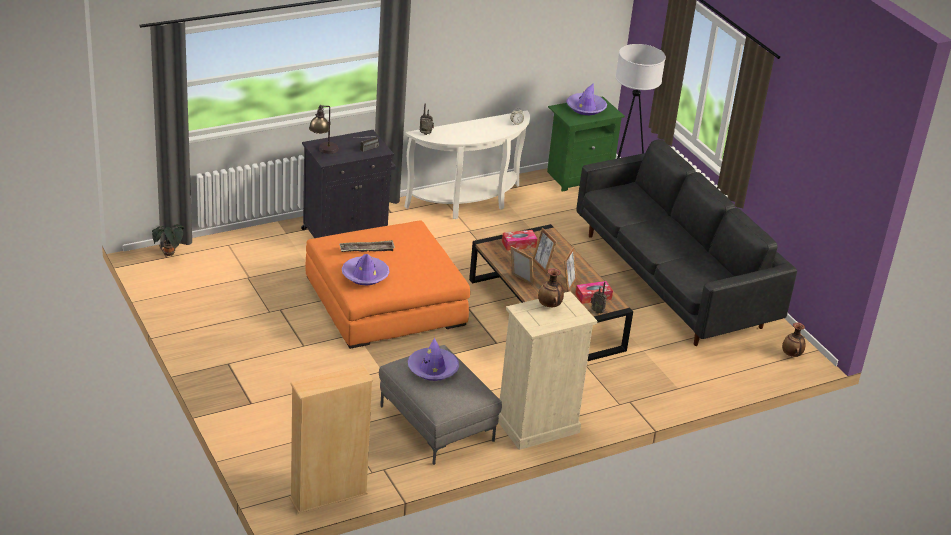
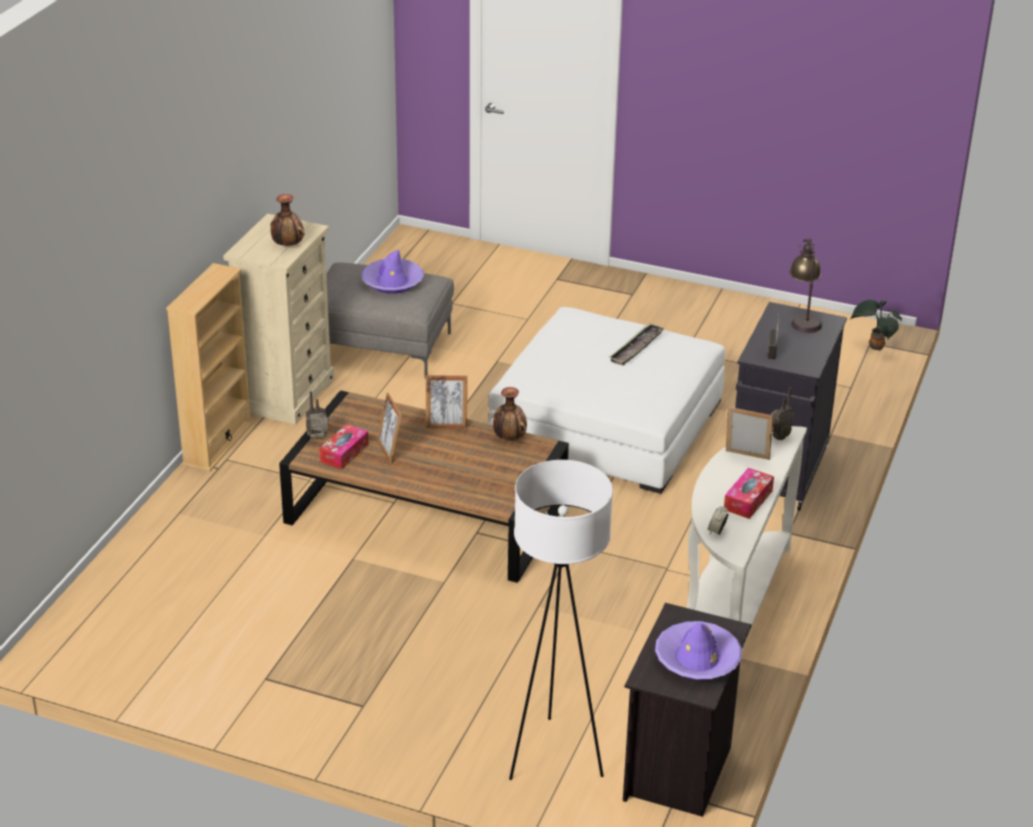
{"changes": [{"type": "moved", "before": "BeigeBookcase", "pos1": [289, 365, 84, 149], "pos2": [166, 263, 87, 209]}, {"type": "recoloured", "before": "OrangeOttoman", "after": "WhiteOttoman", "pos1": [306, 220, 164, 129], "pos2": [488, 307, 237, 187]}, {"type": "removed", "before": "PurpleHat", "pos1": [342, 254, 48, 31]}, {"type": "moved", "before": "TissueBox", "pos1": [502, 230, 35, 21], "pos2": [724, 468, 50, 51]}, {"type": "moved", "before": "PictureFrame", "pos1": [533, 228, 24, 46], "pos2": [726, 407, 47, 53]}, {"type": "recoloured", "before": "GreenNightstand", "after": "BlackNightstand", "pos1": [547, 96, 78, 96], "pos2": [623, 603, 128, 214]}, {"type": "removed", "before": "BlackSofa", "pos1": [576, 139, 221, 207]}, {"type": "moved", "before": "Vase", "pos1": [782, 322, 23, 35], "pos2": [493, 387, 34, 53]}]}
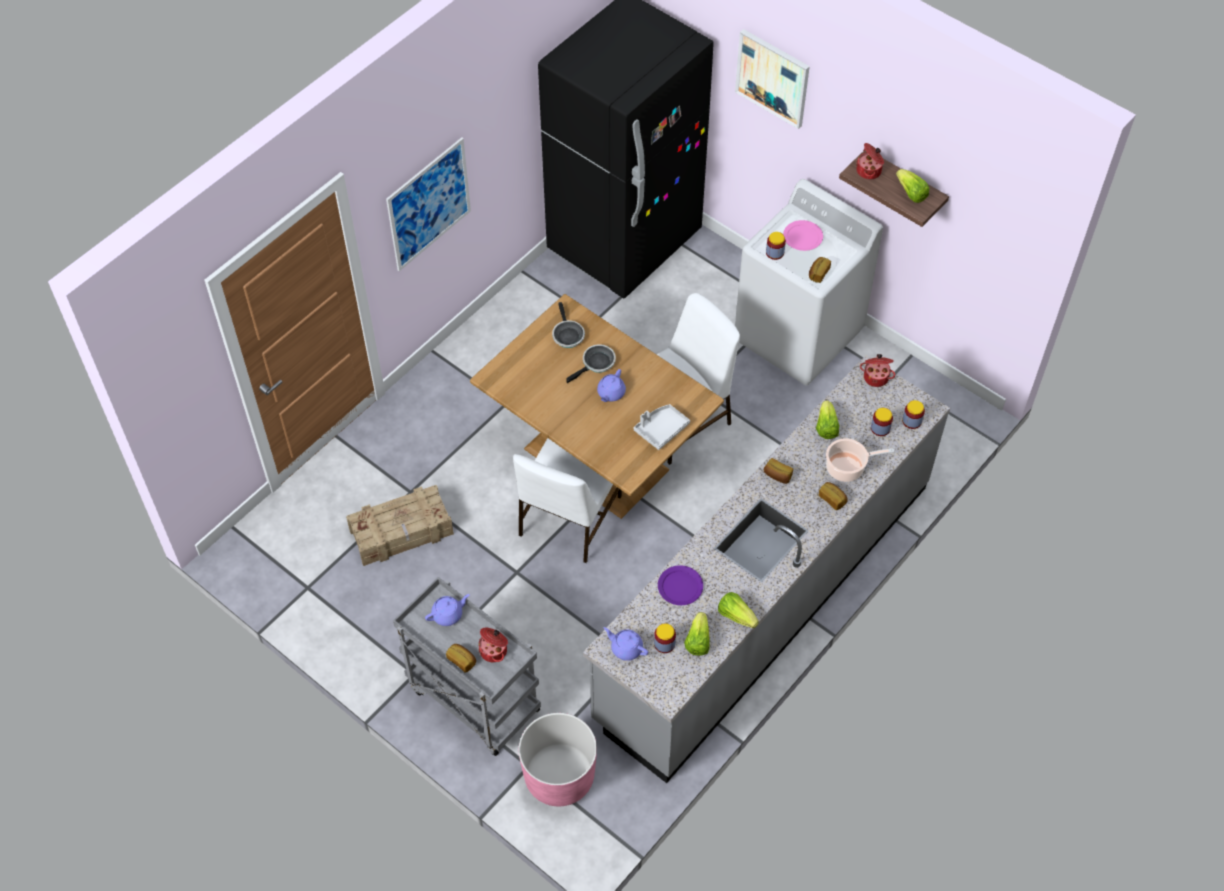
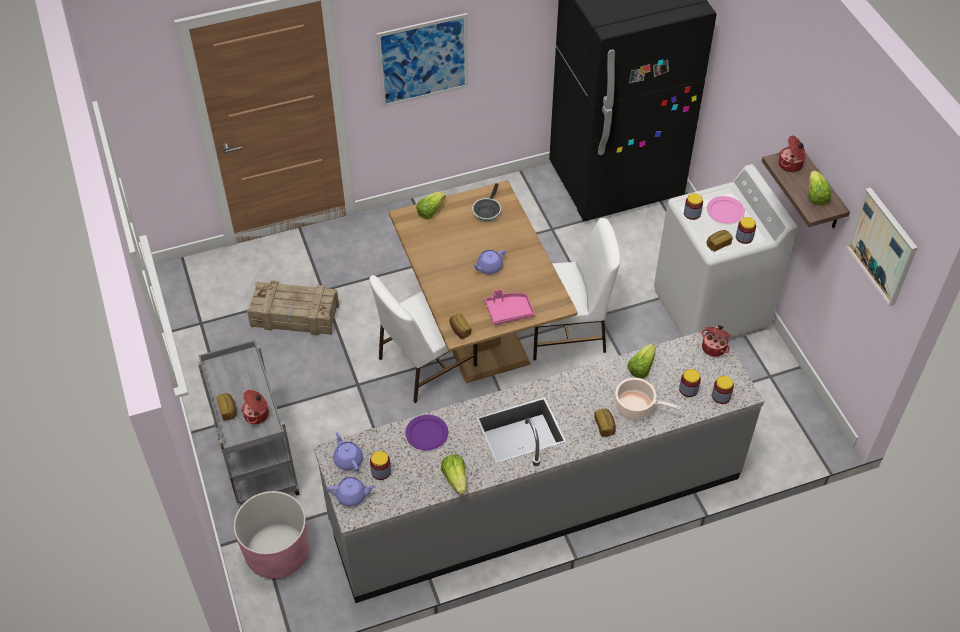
{"changes": [{"type": "moved", "before": "PurpleTeapot", "pos1": [425, 594, 45, 32], "pos2": [327, 477, 49, 29]}, {"type": "removed", "before": "FryingPan", "pos1": [566, 344, 50, 39]}, {"type": "recoloured", "before": "GreyTray", "after": "PinkTray", "pos1": [634, 404, 56, 46], "pos2": [485, 289, 50, 36]}, {"type": "moved", "before": "Lettuce", "pos1": [684, 612, 26, 44], "pos2": [416, 191, 30, 28]}, {"type": "moved", "before": "Picture", "pos1": [735, 29, 75, 100], "pos2": [846, 187, 72, 119]}, {"type": "moved", "before": "Bread", "pos1": [764, 458, 29, 26], "pos2": [449, 313, 23, 26]}, {"type": "added", "after": "Jar", "pos2": [736, 217, 20, 27]}]}
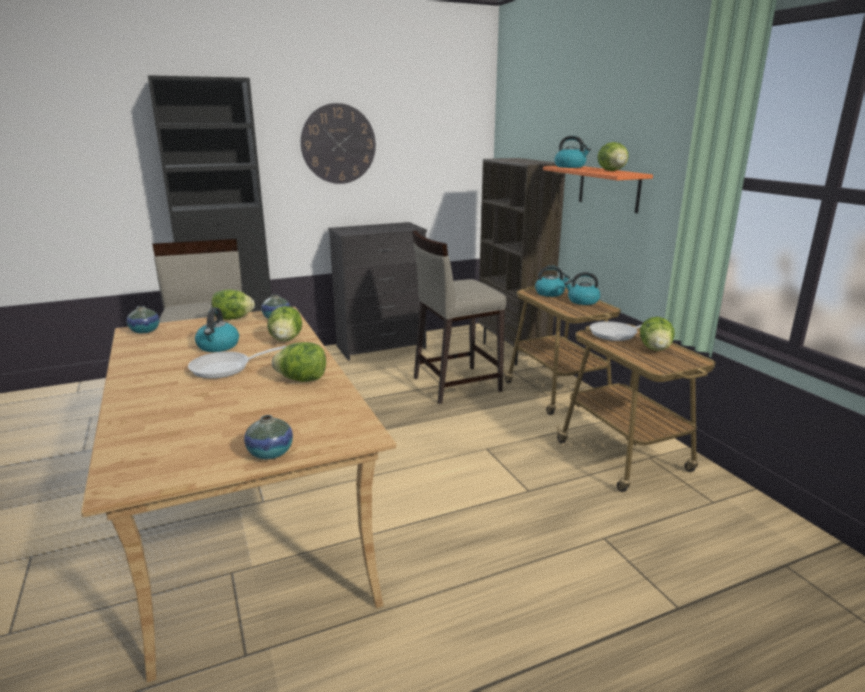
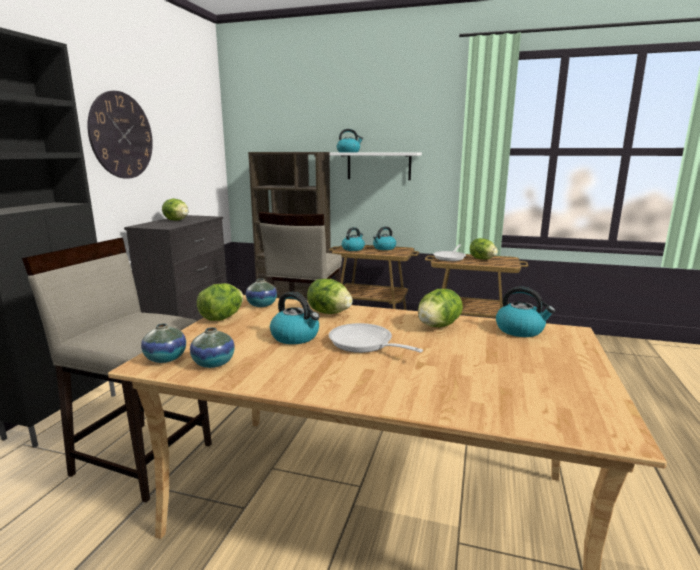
{"changes": [{"type": "turned", "before": "FryingPan", "pos1": [188, 346, 98, 33], "pos2": [329, 323, 94, 30], "turn": 120}, {"type": "moved", "before": "Vase", "pos1": [244, 415, 49, 44], "pos2": [190, 327, 45, 41]}, {"type": "recoloured", "before": "OrangeShelf", "after": "WhiteShelf", "pos1": [543, 166, 110, 47], "pos2": [330, 153, 92, 27]}, {"type": "moved", "before": "Lettuce", "pos1": [598, 142, 30, 29], "pos2": [162, 199, 27, 22]}, {"type": "added", "after": "Kettle", "pos2": [496, 287, 59, 50]}]}
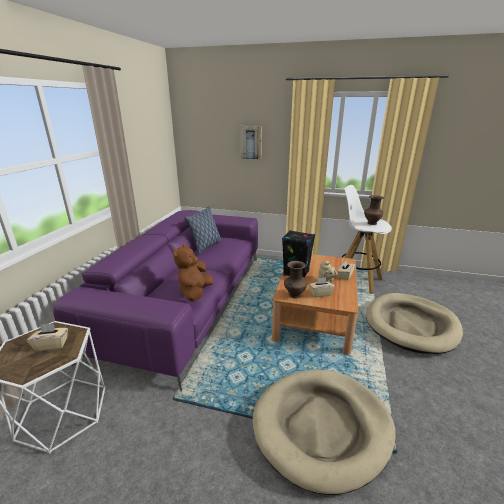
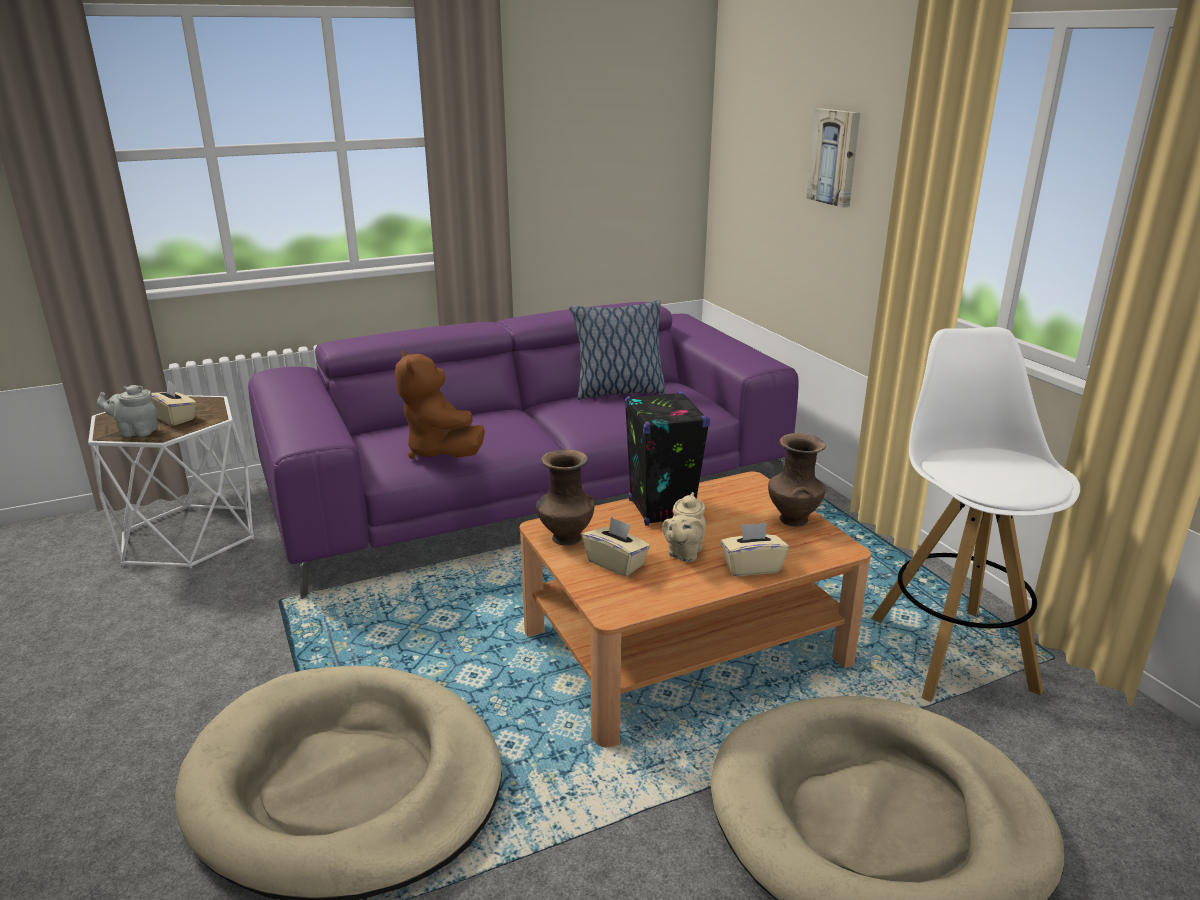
{"changes": [{"type": "turned", "before": "BrownPlushToy", "pos1": [174, 244, 39, 58], "pos2": [395, 350, 90, 109], "turn": -90}, {"type": "moved", "before": "BrownVase", "pos1": [364, 195, 20, 30], "pos2": [768, 433, 58, 94]}, {"type": "added", "after": "GreyTeapot", "pos2": [97, 385, 61, 52]}]}
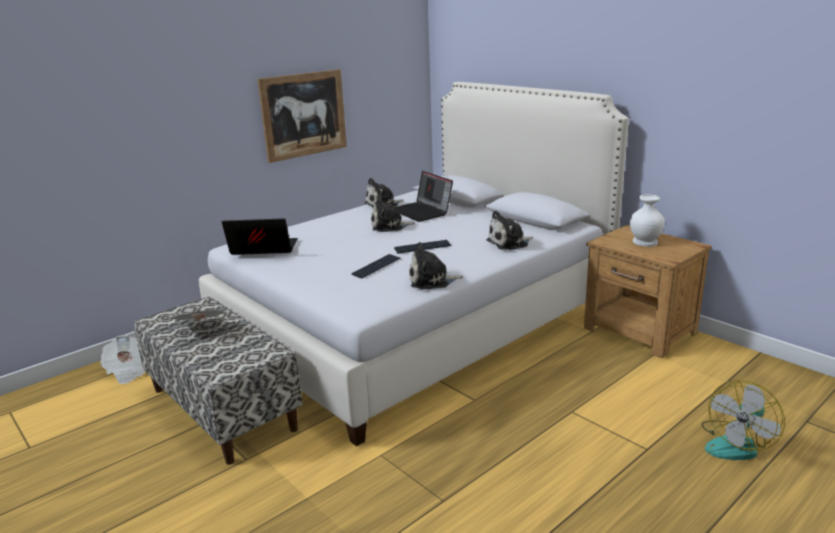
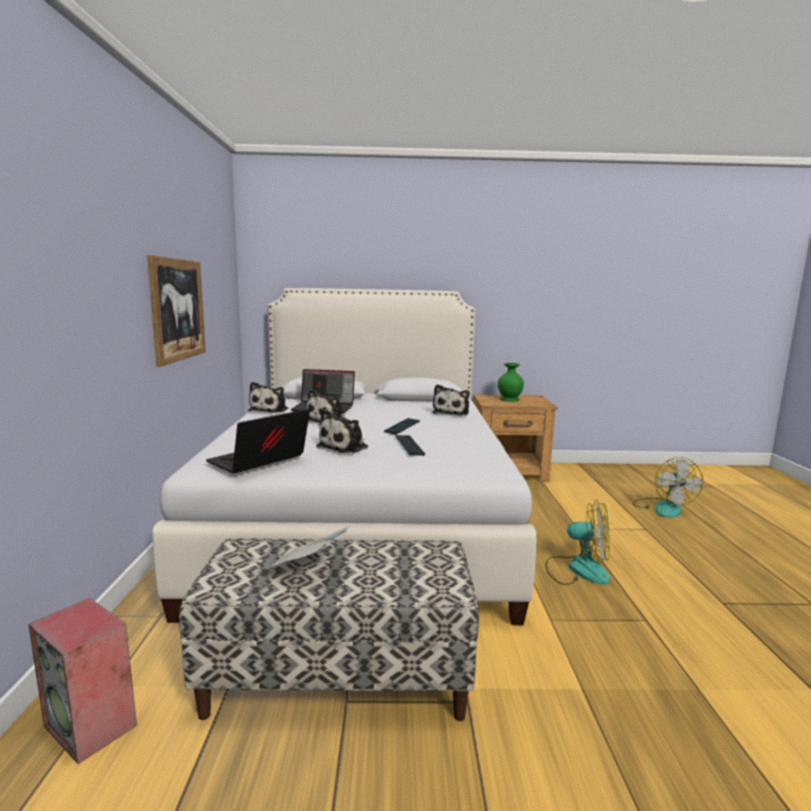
{"changes": [{"type": "replaced", "before": "Newspaper", "after": "Speaker", "pos1": [100, 335, 45, 49], "pos2": [28, 598, 109, 166]}, {"type": "moved", "before": "PlushToy", "pos1": [409, 242, 54, 48], "pos2": [316, 410, 52, 43]}, {"type": "recoloured", "before": "WhiteVase", "after": "GreenVase", "pos1": [630, 194, 35, 53], "pos2": [498, 363, 26, 39]}, {"type": "added", "after": "Fan", "pos2": [545, 500, 65, 85]}]}
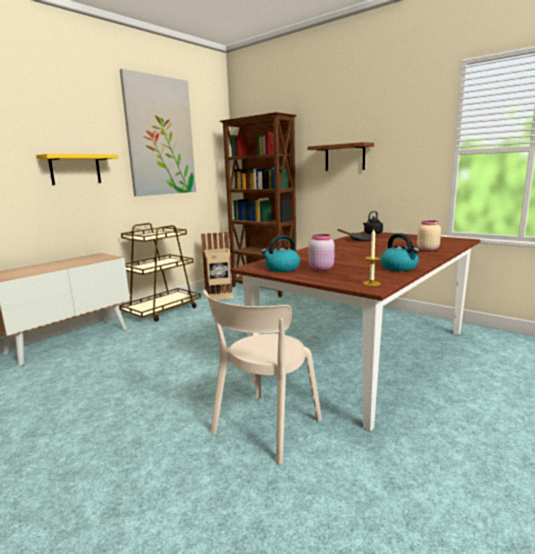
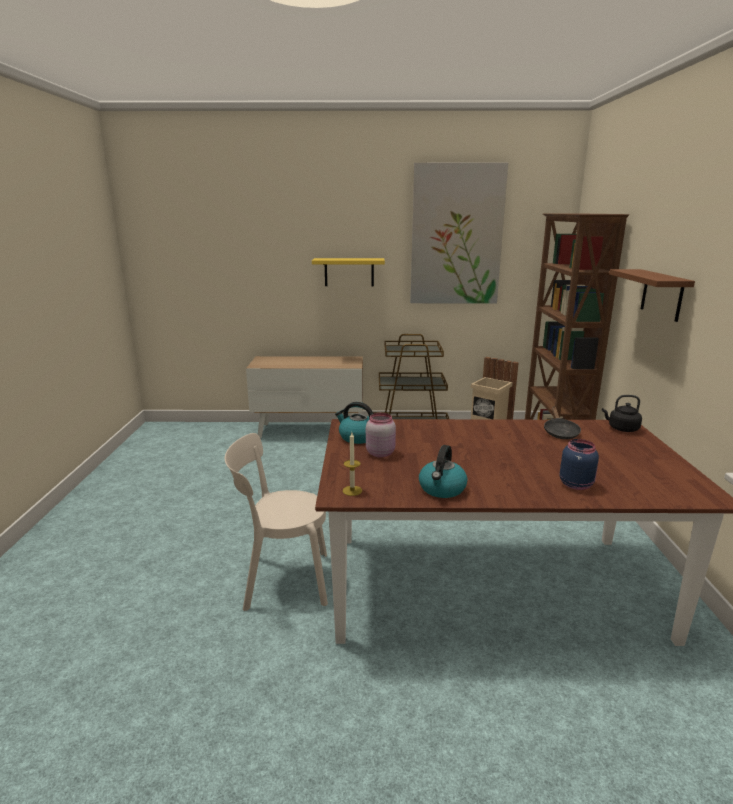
{"changes": [{"type": "recoloured", "before": "BeigeJar", "after": "BlueJar", "pos1": [417, 220, 24, 31], "pos2": [560, 439, 39, 51]}]}
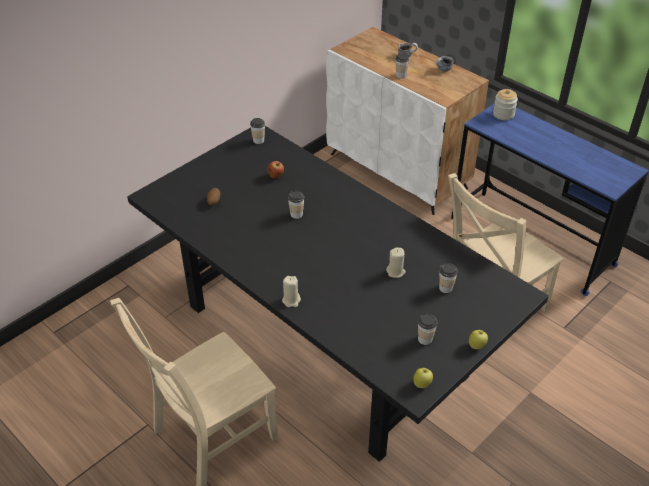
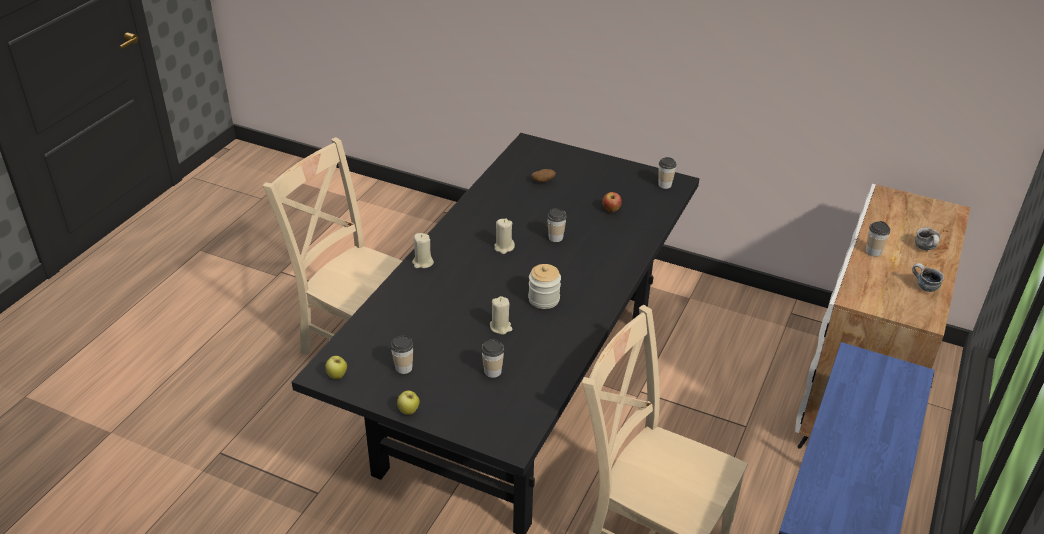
{"changes": [{"type": "moved", "before": "Jar", "pos1": [493, 89, 25, 31], "pos2": [528, 264, 33, 45]}, {"type": "added", "after": "BeigeCandle", "pos2": [495, 218, 20, 36]}]}
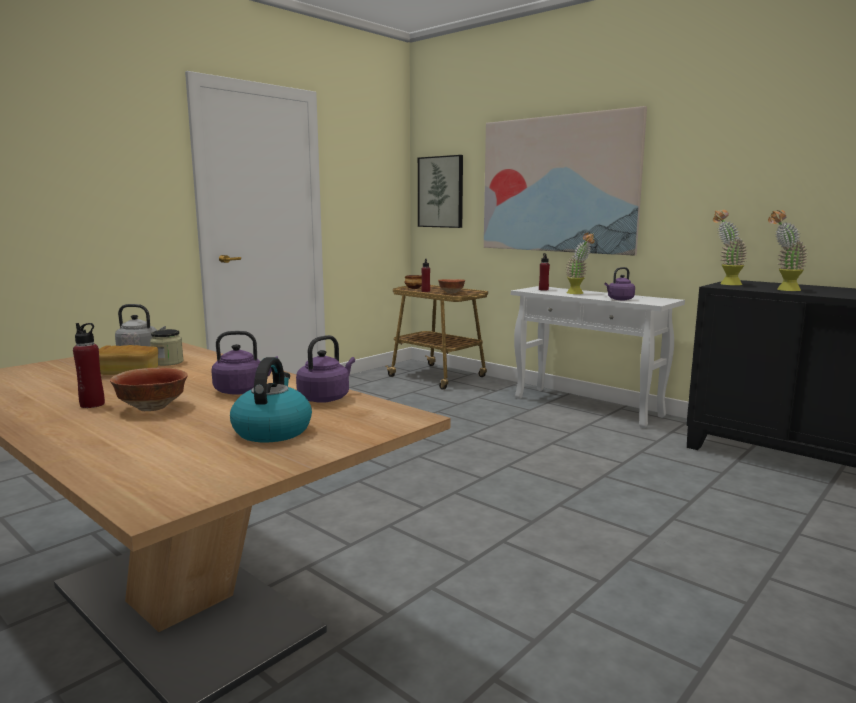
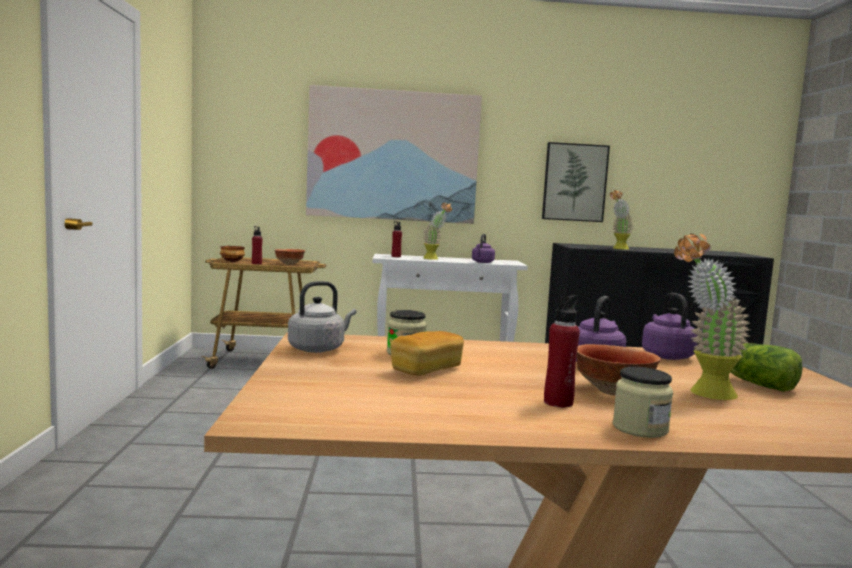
{"changes": [{"type": "replaced", "before": "Kettle", "after": "Lettuce", "pos1": [230, 357, 82, 86], "pos2": [731, 343, 72, 49]}, {"type": "moved", "before": "Picture", "pos1": [418, 155, 45, 73], "pos2": [542, 142, 68, 80]}, {"type": "moved", "before": "PottedPlant", "pos1": [713, 210, 35, 75], "pos2": [674, 233, 76, 167]}, {"type": "added", "after": "Jar", "pos2": [613, 367, 60, 71]}]}
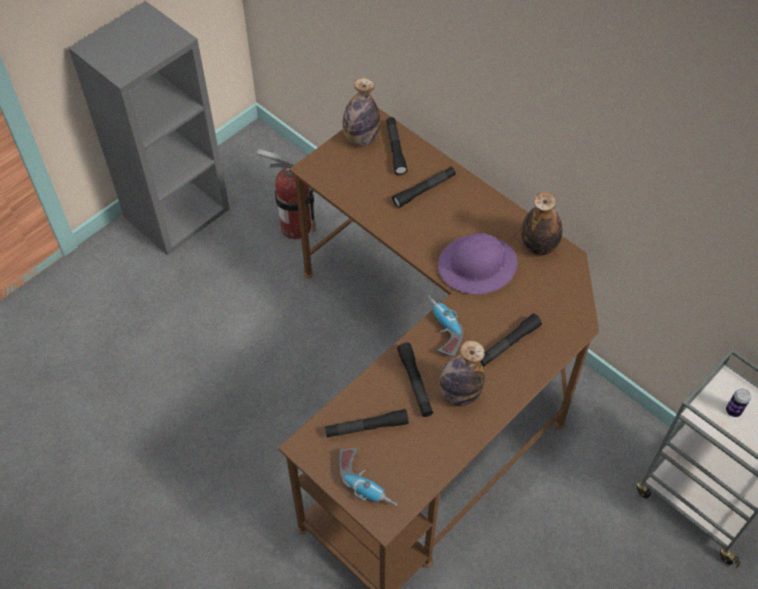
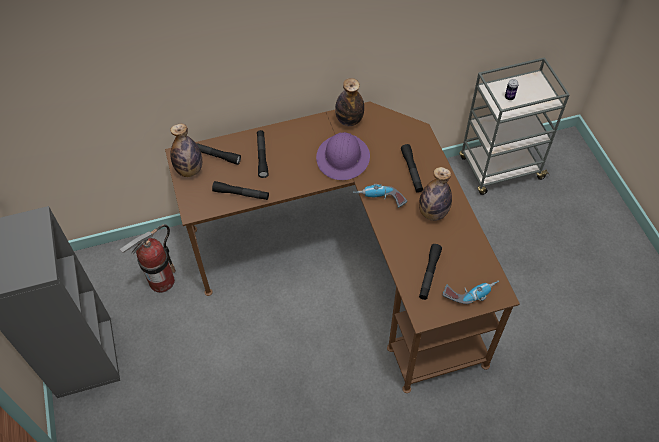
{"changes": [{"type": "moved", "before": "BlackFlashlight", "pos1": [397, 343, 36, 74], "pos2": [212, 181, 57, 19]}]}
